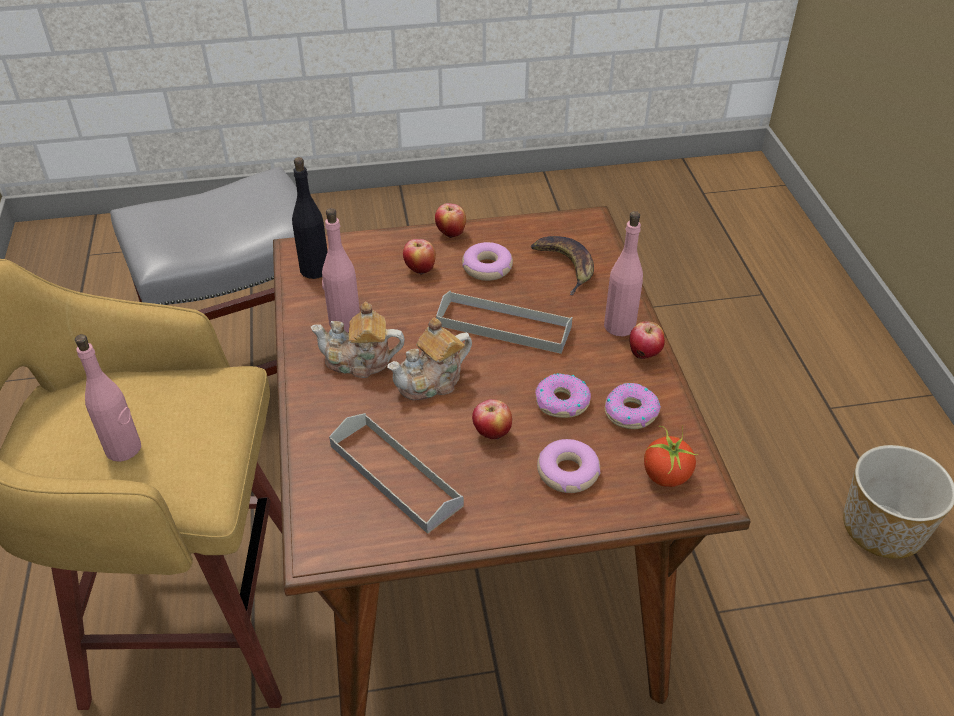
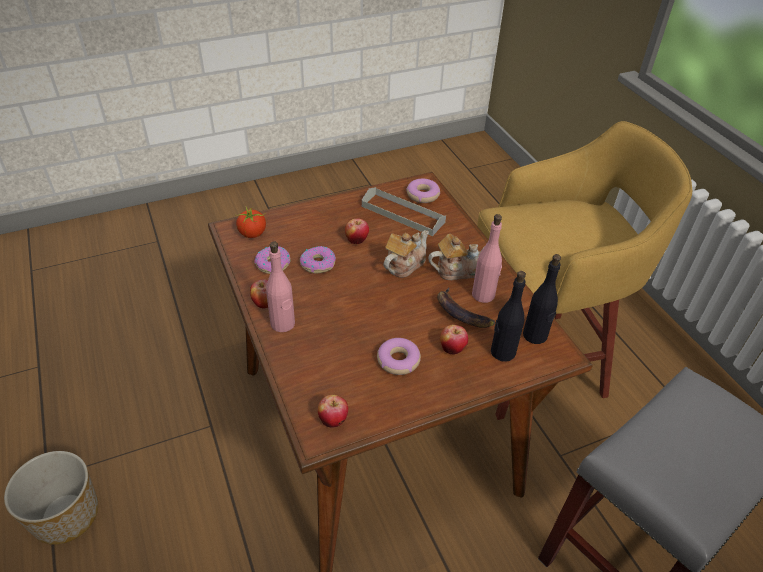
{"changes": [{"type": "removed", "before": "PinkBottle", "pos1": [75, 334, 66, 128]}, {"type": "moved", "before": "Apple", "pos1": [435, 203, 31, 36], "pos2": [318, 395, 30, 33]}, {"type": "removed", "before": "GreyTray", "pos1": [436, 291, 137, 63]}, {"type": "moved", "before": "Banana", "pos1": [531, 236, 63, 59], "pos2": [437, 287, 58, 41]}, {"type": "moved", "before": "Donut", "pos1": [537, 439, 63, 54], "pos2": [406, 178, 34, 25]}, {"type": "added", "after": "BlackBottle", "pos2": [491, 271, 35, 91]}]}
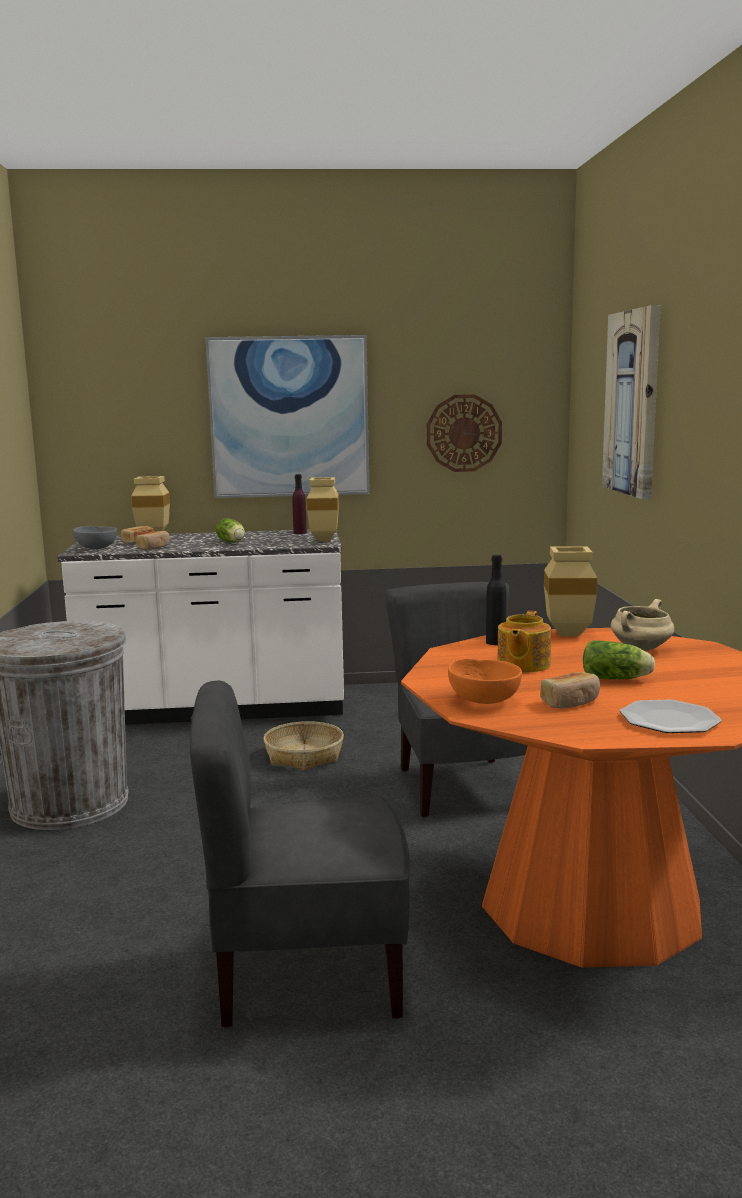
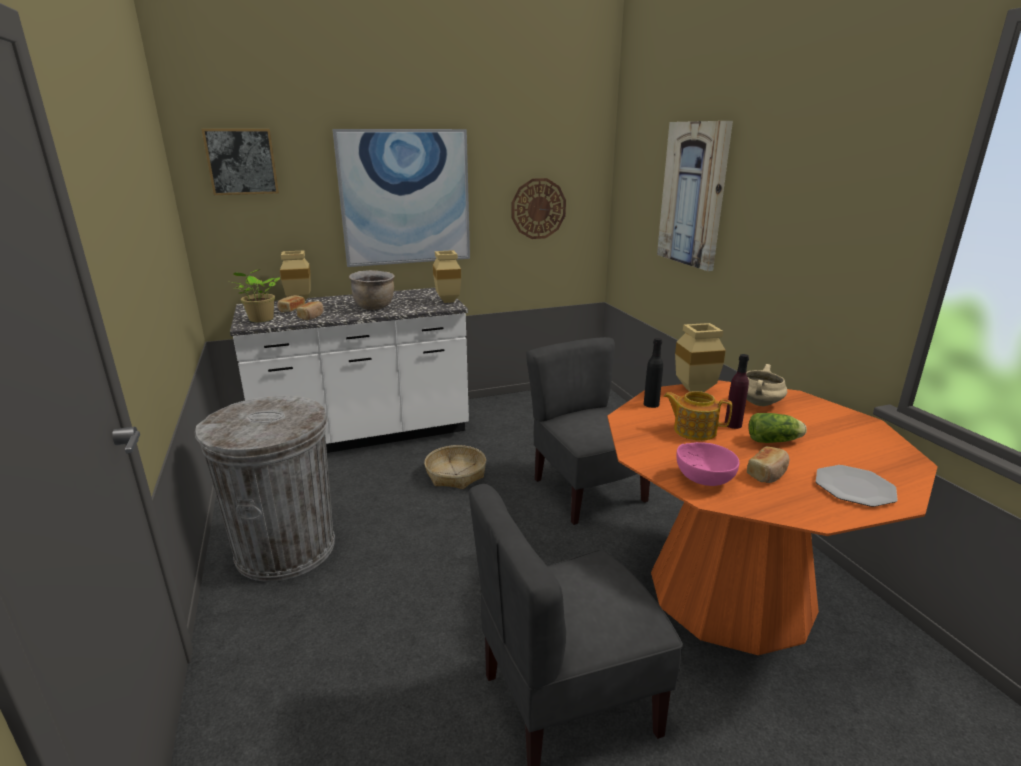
{"changes": [{"type": "replaced", "before": "GreyBowl", "after": "PottedPlant", "pos1": [73, 526, 44, 23], "pos2": [233, 269, 47, 53]}, {"type": "replaced", "before": "Lettuce", "after": "BrownCookingPot", "pos1": [216, 518, 29, 24], "pos2": [349, 270, 46, 40]}, {"type": "moved", "before": "PurpleBottle", "pos1": [292, 474, 15, 60], "pos2": [725, 354, 24, 75]}, {"type": "recoloured", "before": "OrangeBowl", "after": "PinkBowl", "pos1": [448, 658, 74, 46], "pos2": [676, 442, 63, 44]}, {"type": "turned", "before": "Teapot", "pos1": [497, 611, 54, 61], "pos2": [663, 391, 69, 50], "turn": 105}, {"type": "added", "after": "Picture", "pos2": [202, 129, 77, 66]}]}
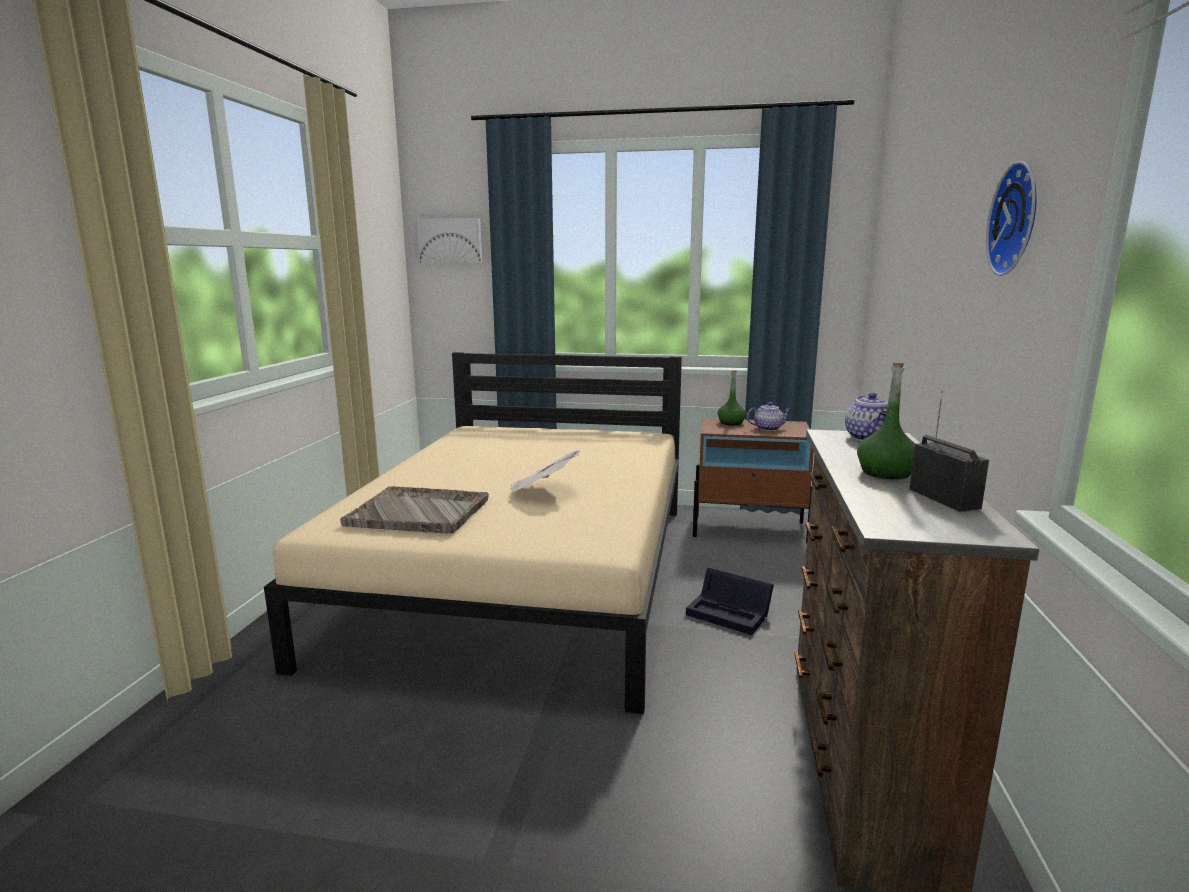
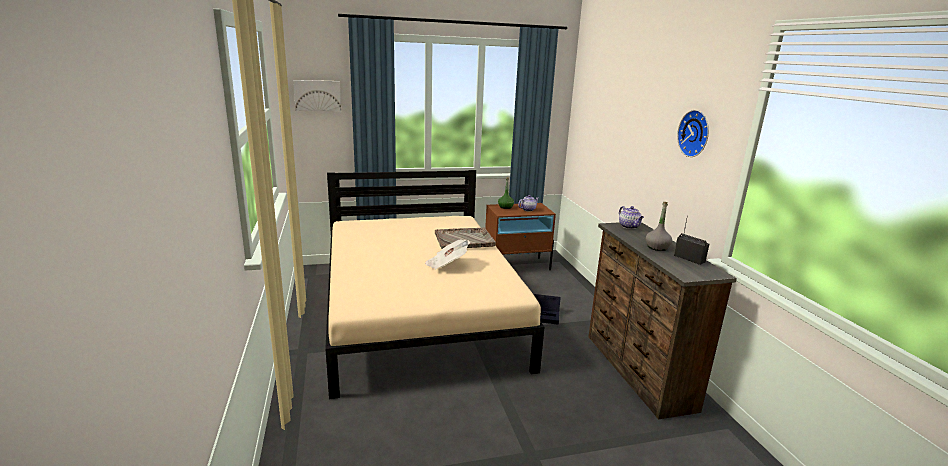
{"changes": [{"type": "moved", "before": "GreyTray", "pos1": [340, 486, 149, 48], "pos2": [435, 228, 61, 21]}, {"type": "recoloured", "before": "GreenBottle", "after": "GreyBottle", "pos1": [857, 363, 58, 116], "pos2": [646, 202, 26, 49]}]}
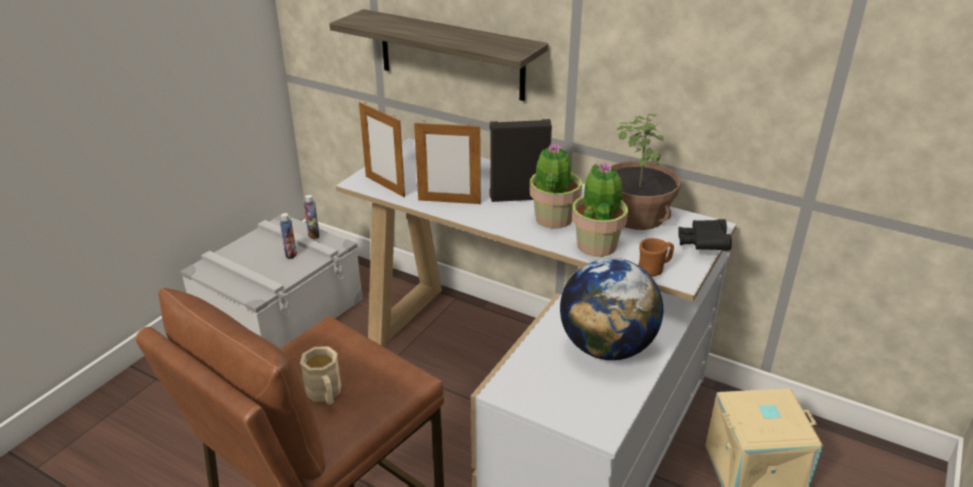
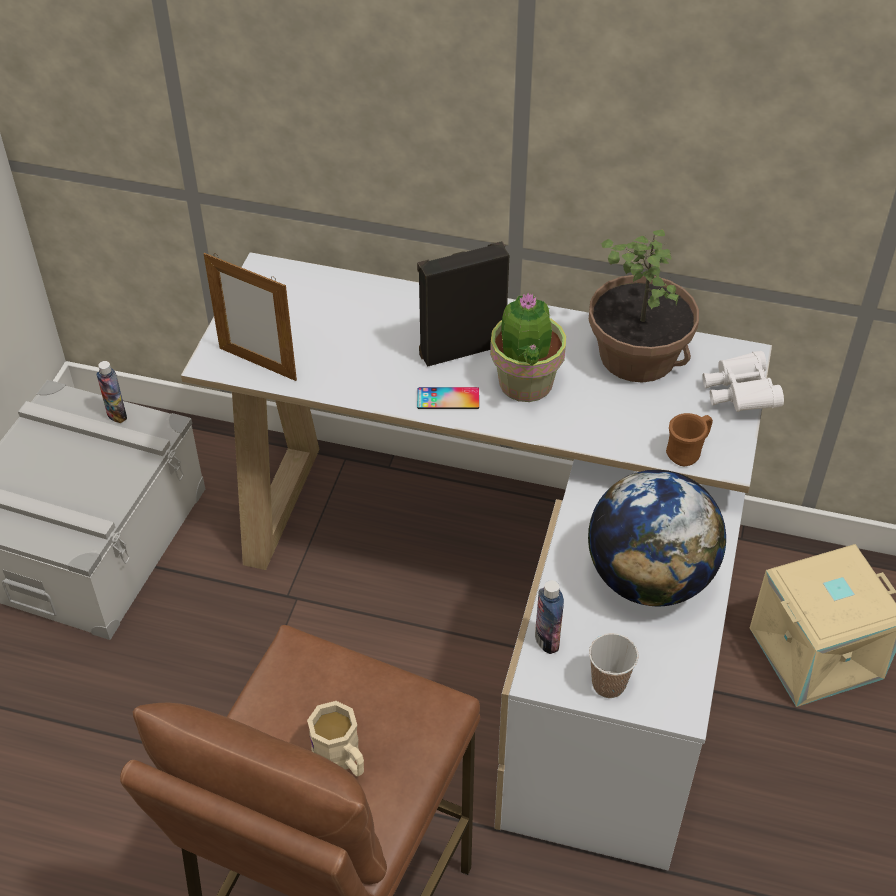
{"changes": [{"type": "moved", "before": "Bottle", "pos1": [280, 213, 17, 46], "pos2": [535, 580, 29, 74]}, {"type": "removed", "before": "Shelf", "pos1": [329, 9, 219, 92]}, {"type": "removed", "before": "PictureFrame", "pos1": [414, 120, 67, 84]}, {"type": "removed", "before": "PottedPlant", "pos1": [572, 162, 56, 95]}, {"type": "recoloured", "before": "BlackBinoculars", "after": "WhiteBinoculars", "pos1": [679, 219, 53, 32], "pos2": [703, 351, 81, 61]}, {"type": "added", "after": "Phone", "pos2": [417, 387, 62, 22]}, {"type": "added", "after": "Cup", "pos2": [589, 633, 50, 65]}]}
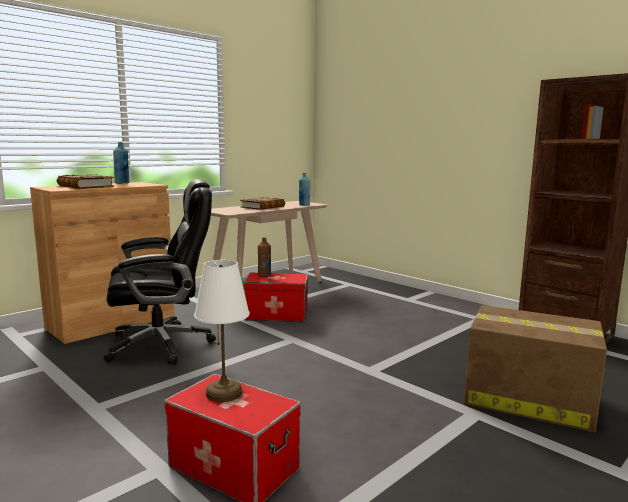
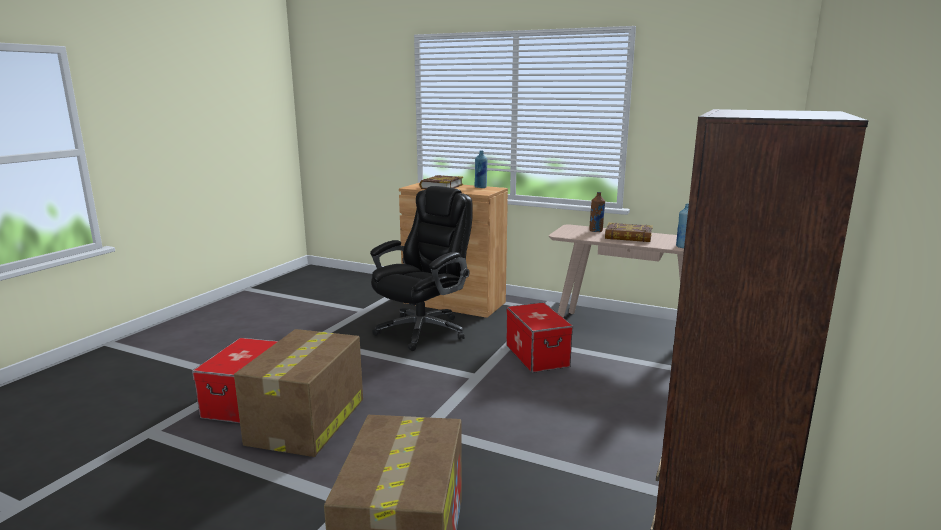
{"changes": [{"type": "turned", "before": "BlackOfficeChair", "pos1": [104, 179, 112, 186], "pos2": [370, 186, 103, 165], "turn": -105}, {"type": "removed", "before": "WhiteTableLamp", "pos1": [194, 260, 56, 142]}, {"type": "moved", "before": "BrownBottle", "pos1": [258, 237, 13, 40], "pos2": [589, 192, 16, 40]}, {"type": "added", "after": "CardboardBox", "pos2": [234, 329, 129, 128]}]}
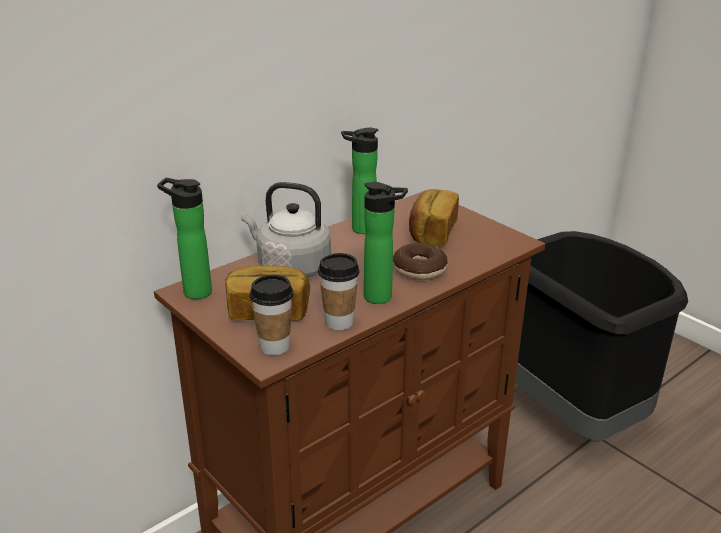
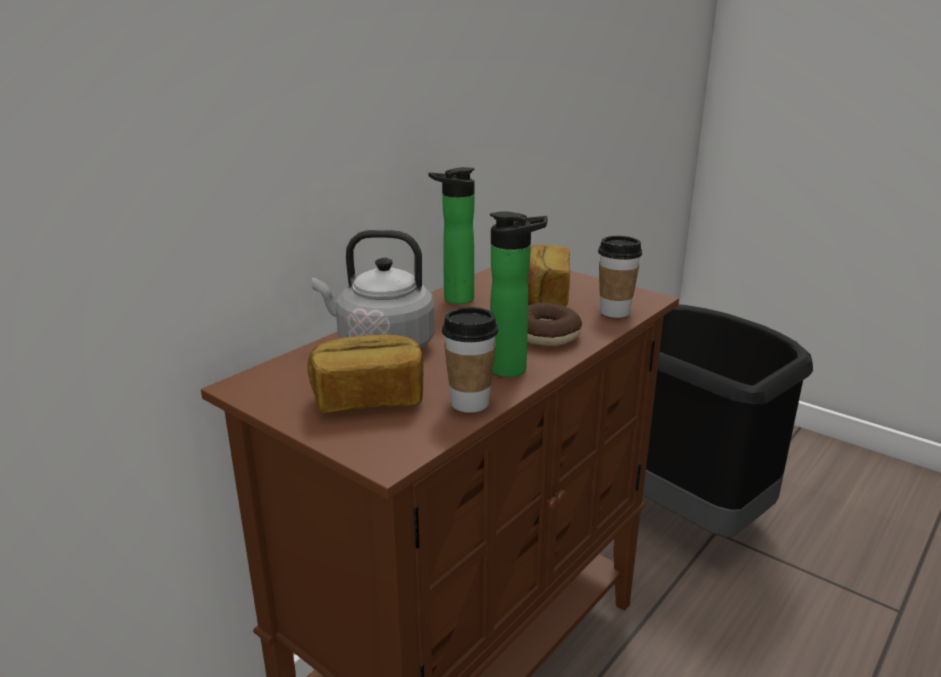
{"changes": [{"type": "removed", "before": "Bottle", "pos1": [157, 178, 55, 121]}, {"type": "moved", "before": "Cup", "pos1": [250, 274, 43, 82], "pos2": [598, 236, 44, 82]}]}
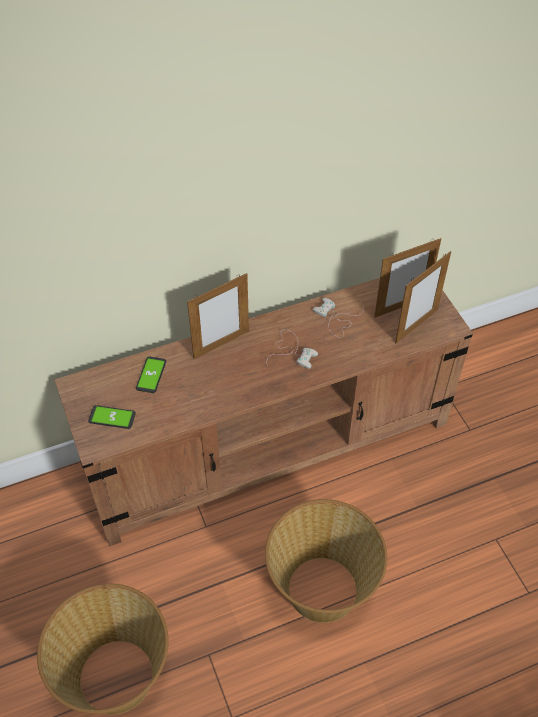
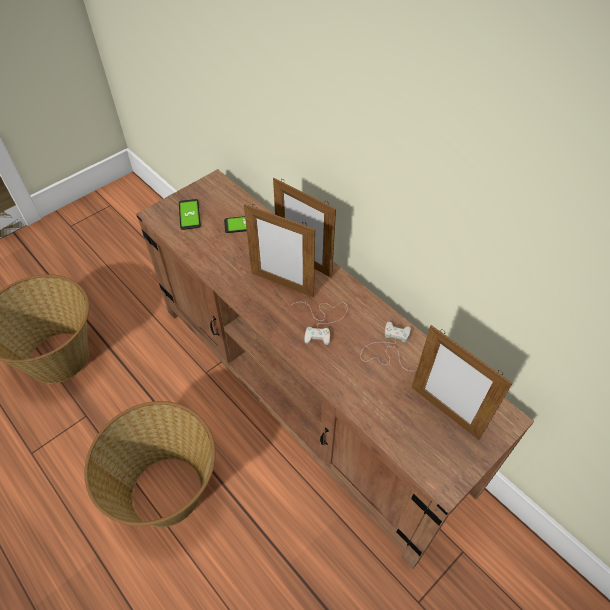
{"changes": [{"type": "moved", "before": "PictureFrame", "pos1": [395, 251, 56, 92], "pos2": [244, 204, 71, 93]}]}
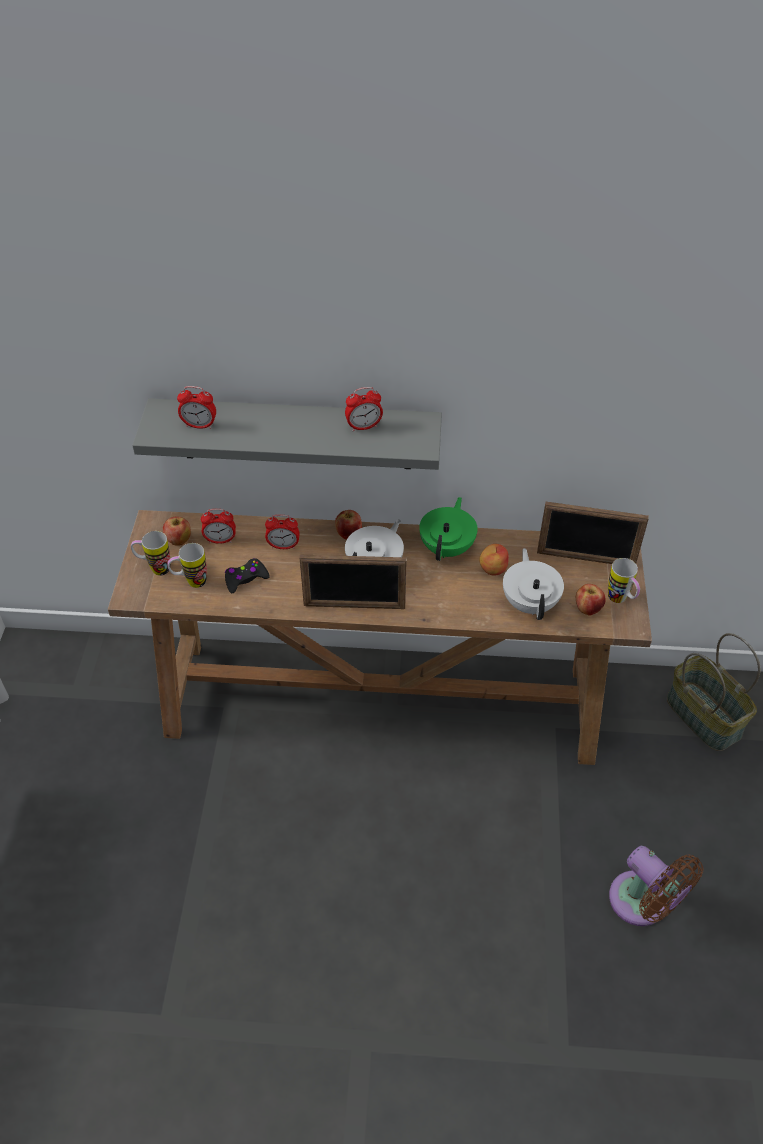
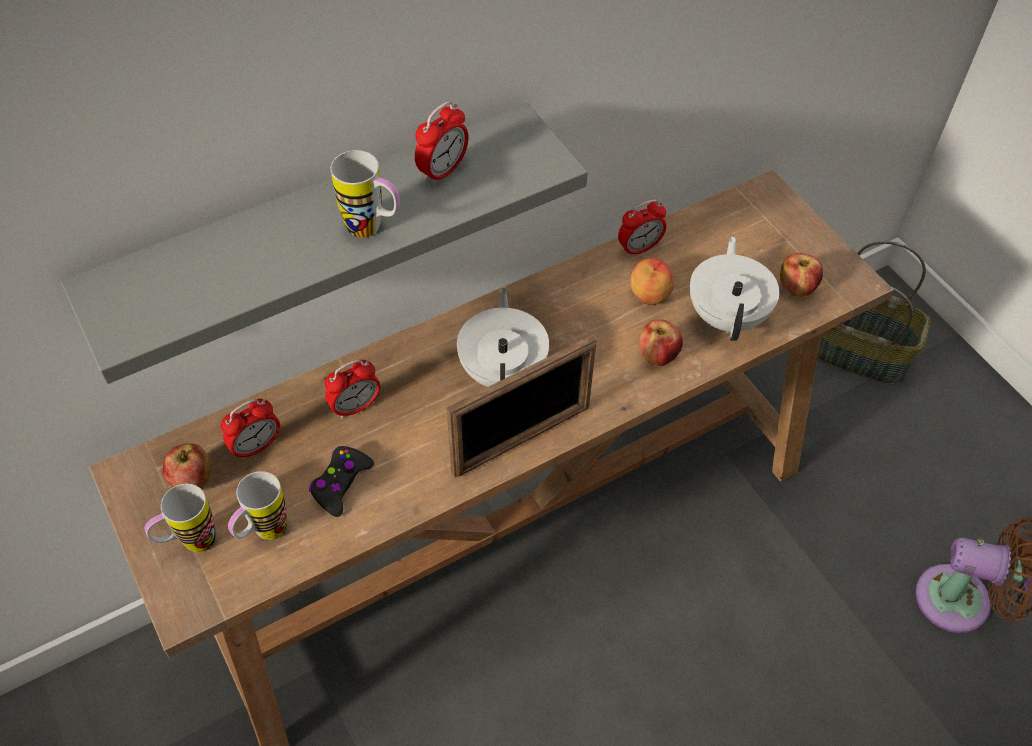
{"changes": [{"type": "moved", "before": "AlarmClock", "pos1": [177, 386, 39, 43], "pos2": [618, 199, 48, 58]}, {"type": "moved", "before": "Apple", "pos1": [335, 510, 27, 29], "pos2": [639, 319, 44, 47]}, {"type": "removed", "before": "GreenTeapot", "pos1": [419, 497, 59, 64]}, {"type": "turned", "before": "WhiteTeapot", "pos1": [503, 548, 61, 72], "pos2": [690, 236, 89, 105], "turn": 45}, {"type": "removed", "before": "PictureFrame", "pos1": [537, 502, 112, 62]}, {"type": "moved", "before": "Mug", "pos1": [608, 558, 32, 45], "pos2": [330, 150, 70, 88]}]}
